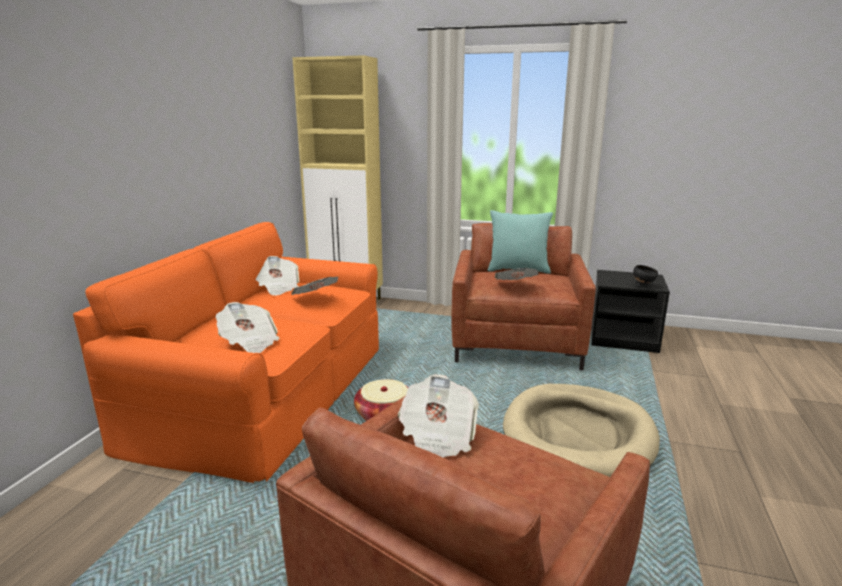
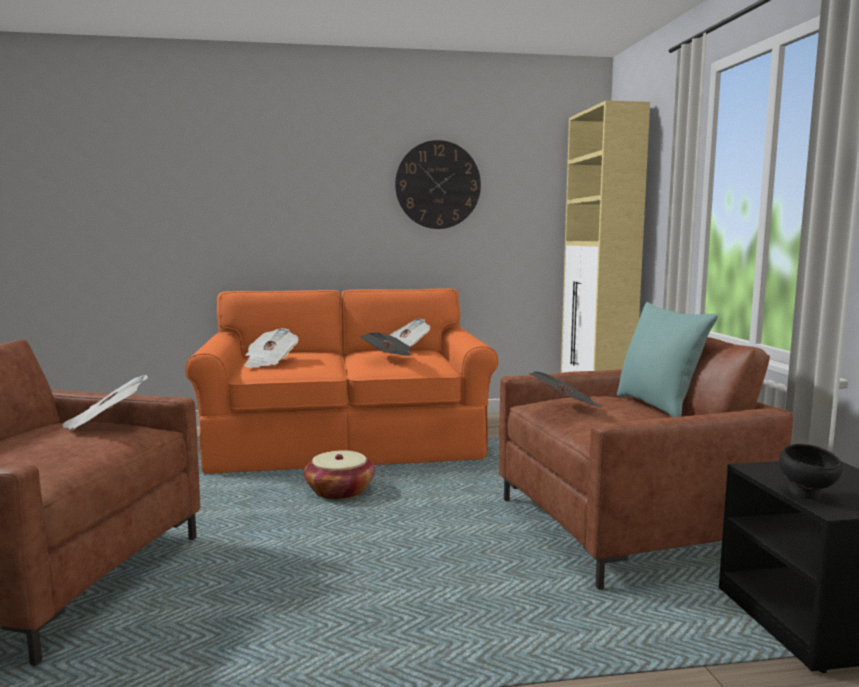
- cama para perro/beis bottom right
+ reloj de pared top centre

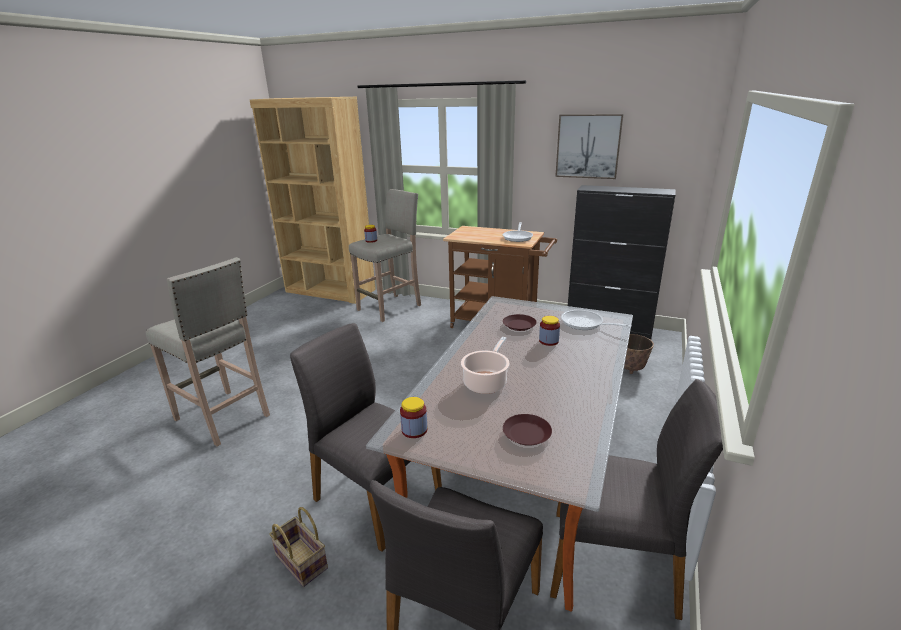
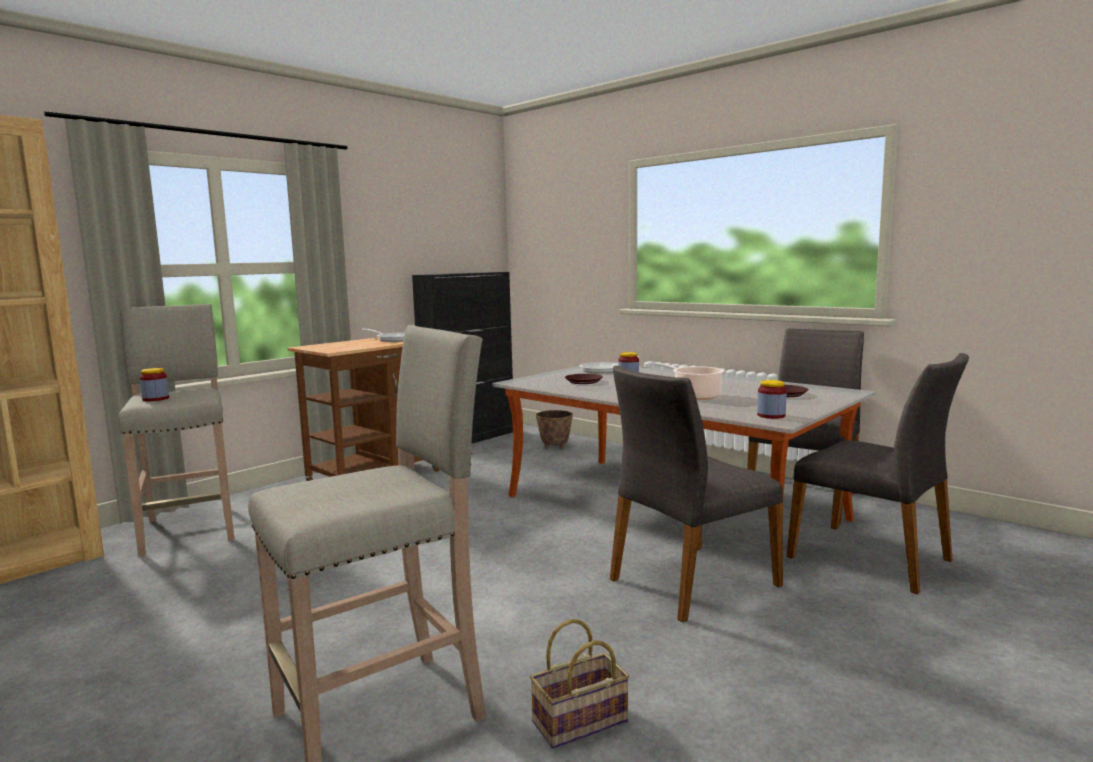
- cuadro top centre
~ cesta bottom left to bottom centre

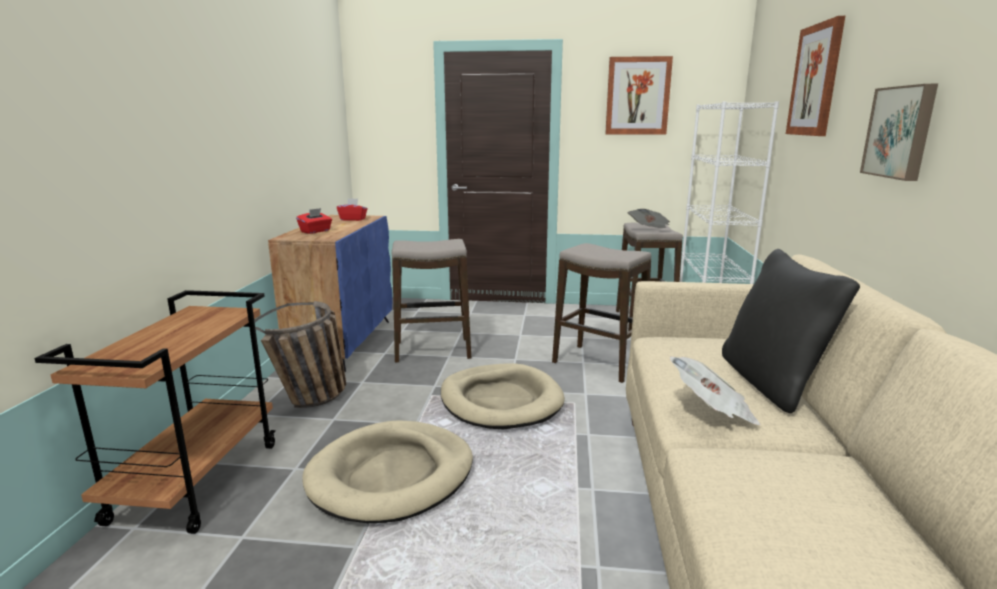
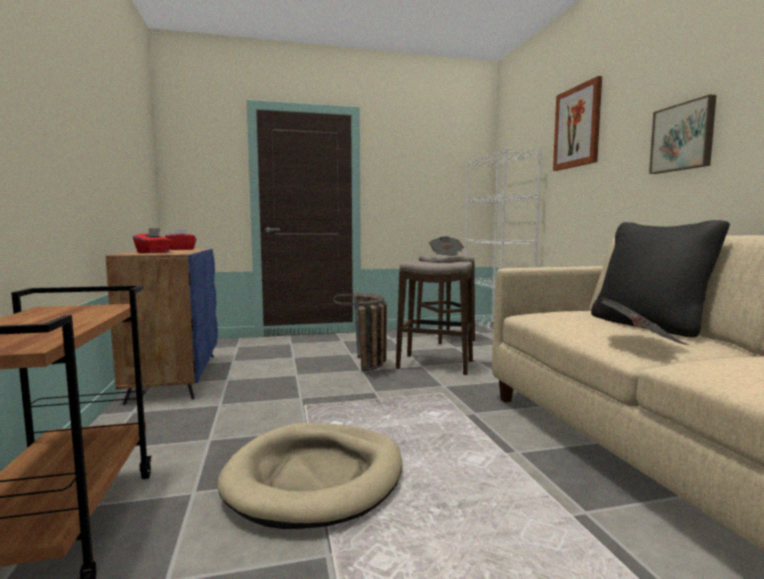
- cuadro (no. 1 from left) top centre
- taburete (no. 1 from left) centre
~ cesta middle left to centre
- cama para perro/beis (no. 2 from left) bottom centre

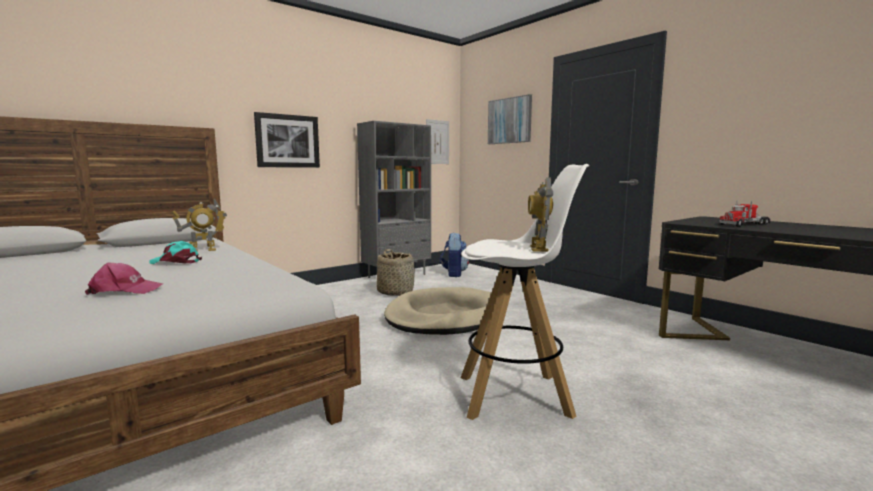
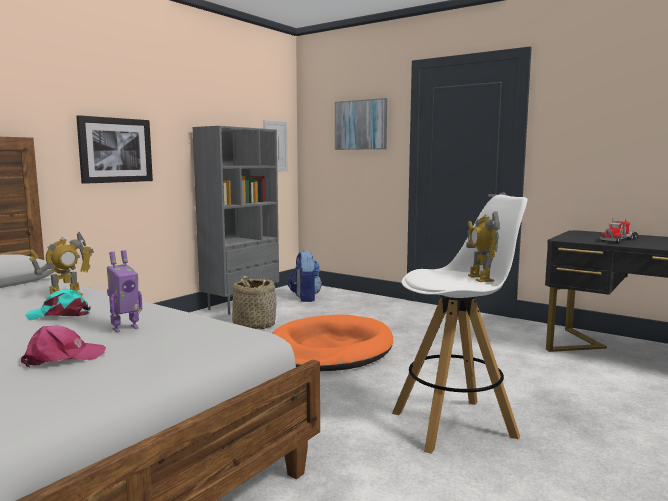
~ cama para perro/beis centre to cama para perro/naranja bottom centre
+ robot de juguete (no. 2 from left) middle left

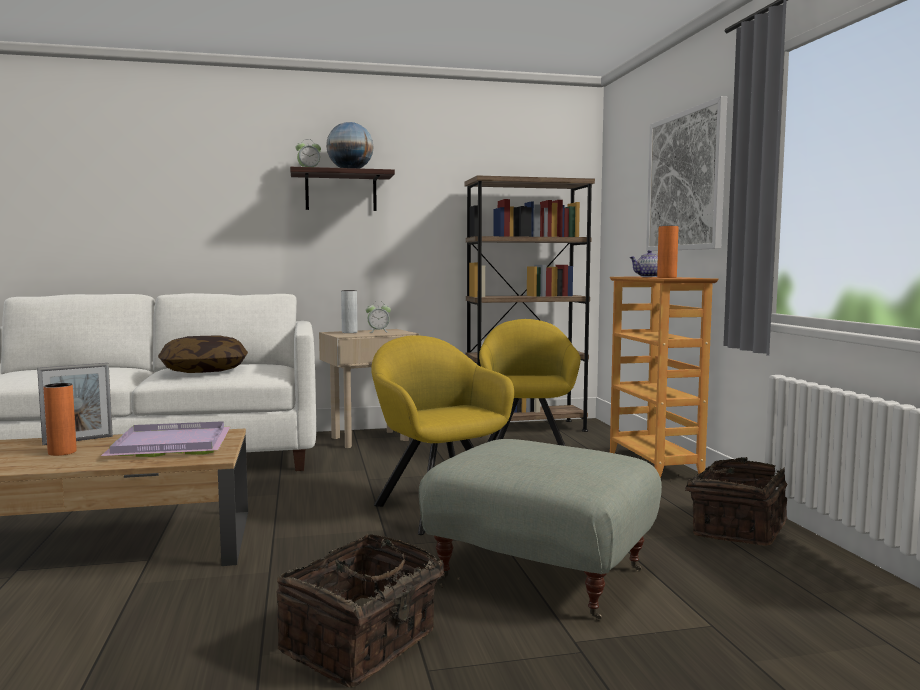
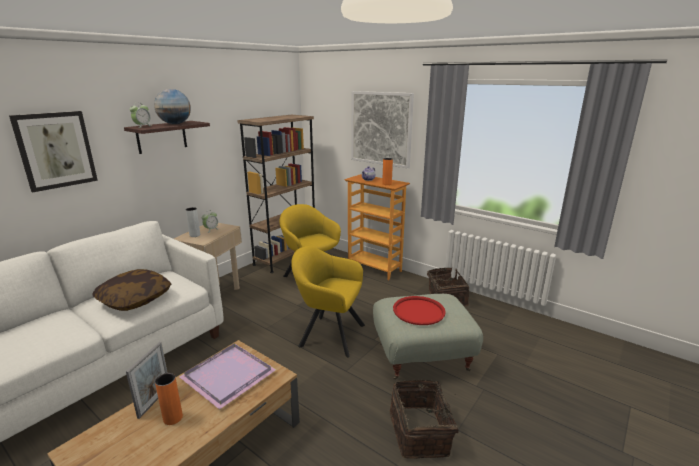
+ cuadro (no. 1 from left) top left
+ bandeja/rojo centre

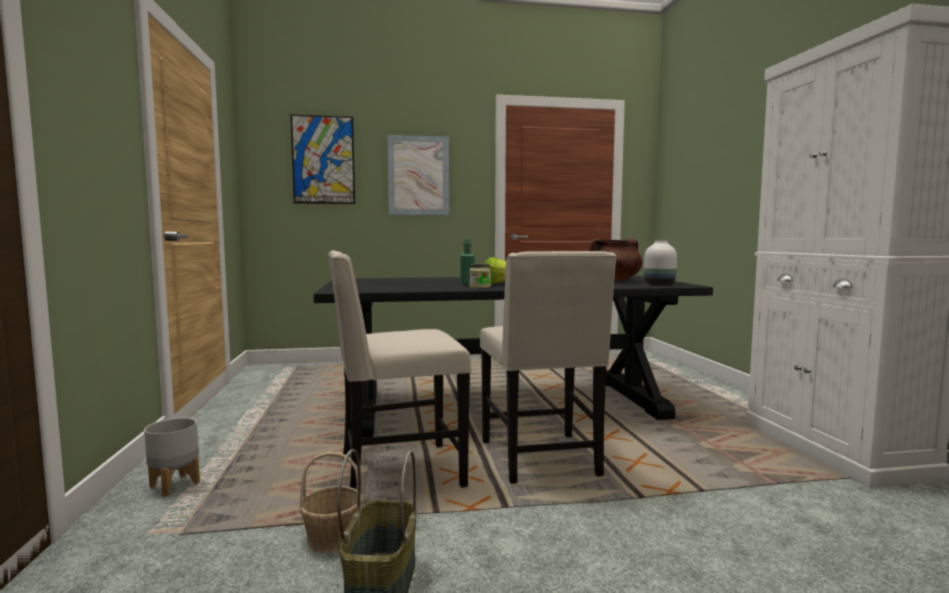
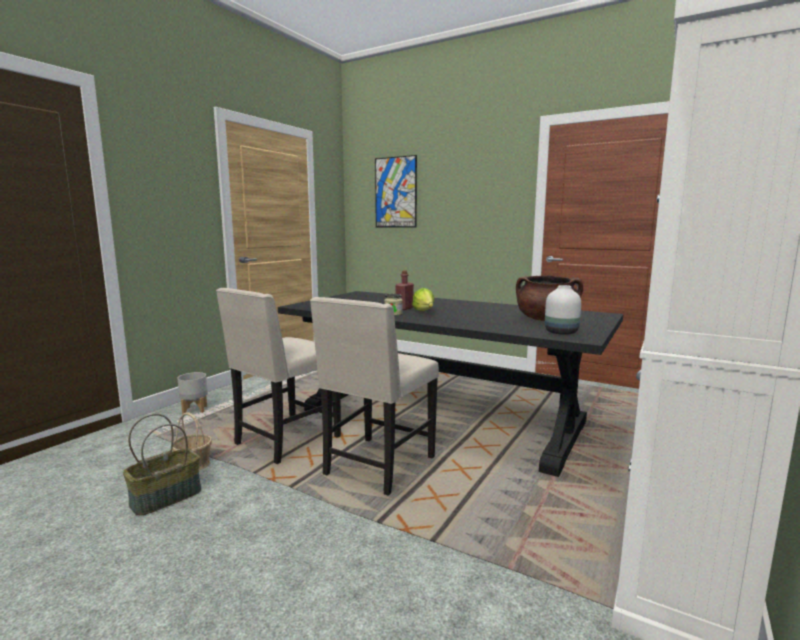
- cuadro (no. 2 from left) top centre
~ botella/verde centre to botella/rojo centre
~ silla/beis (no. 1 from left) centre = centre 75 degrees counterclockwise

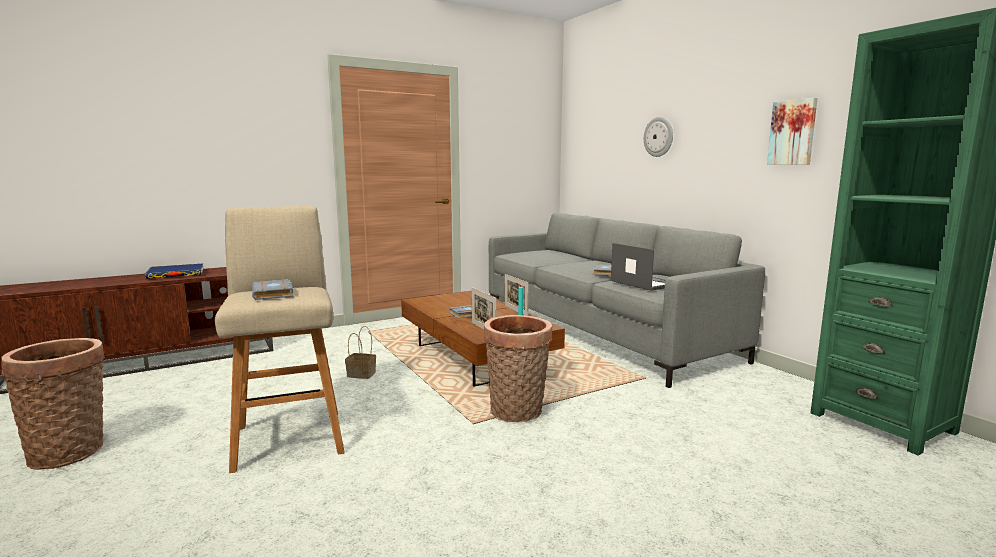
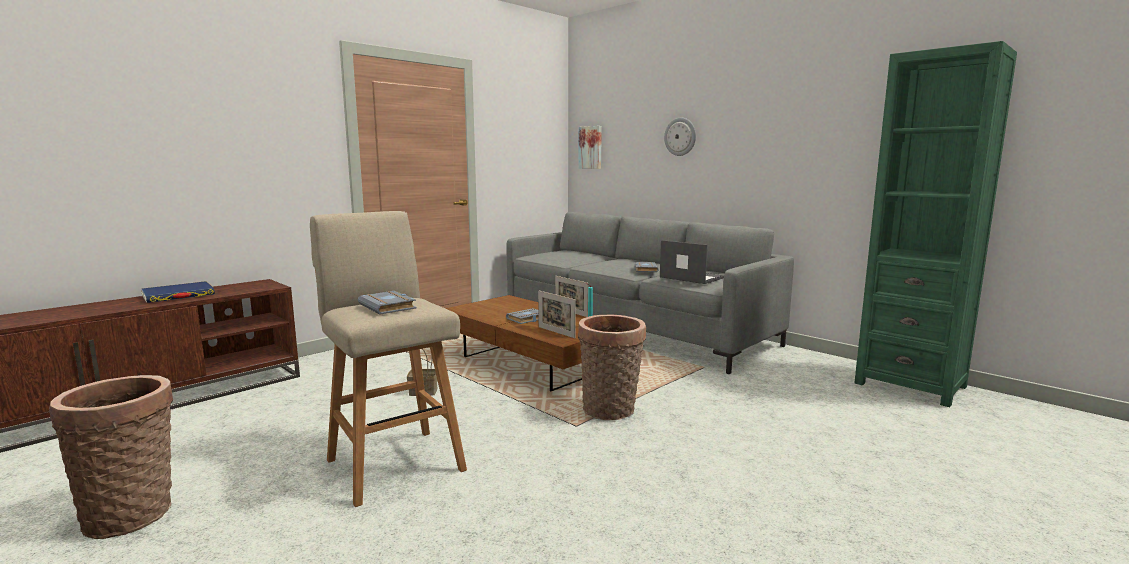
~ cuadro top right to top centre

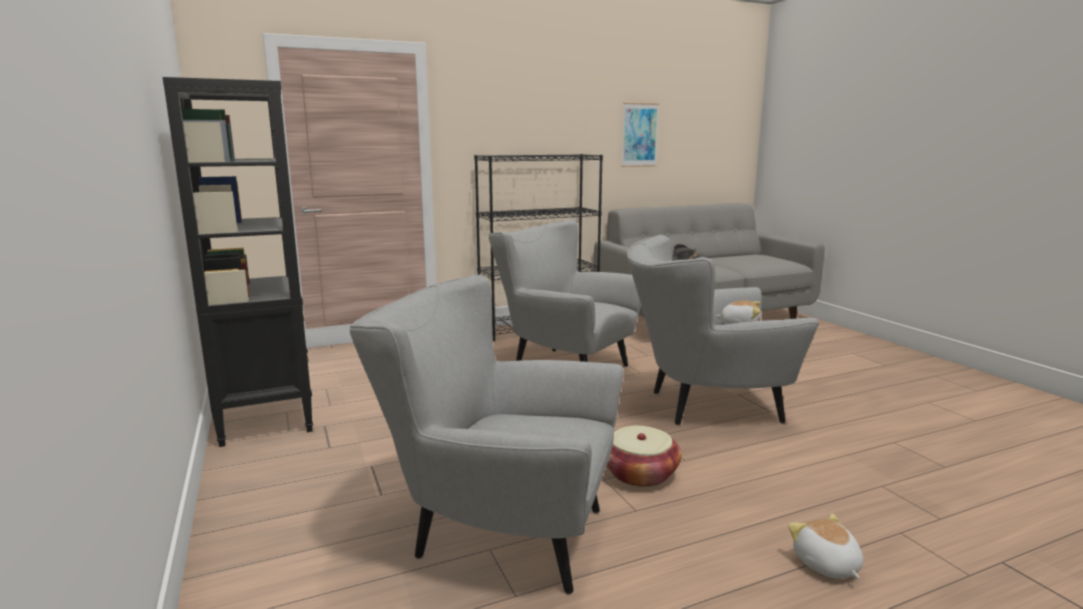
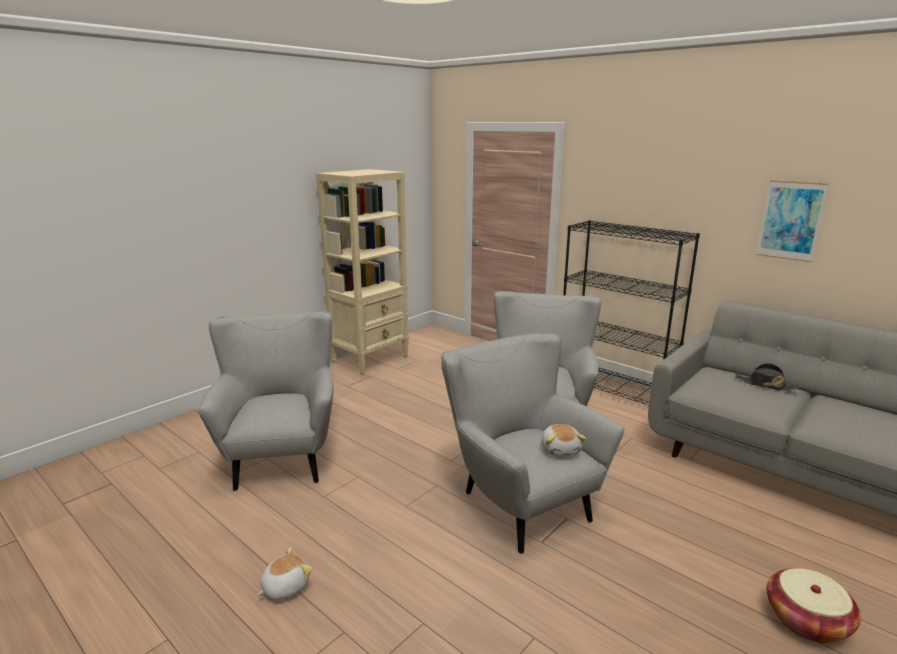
~ estantería/negro (no. 1 from left) middle left to estantería/beis centre
~ cesta bottom centre to bottom right

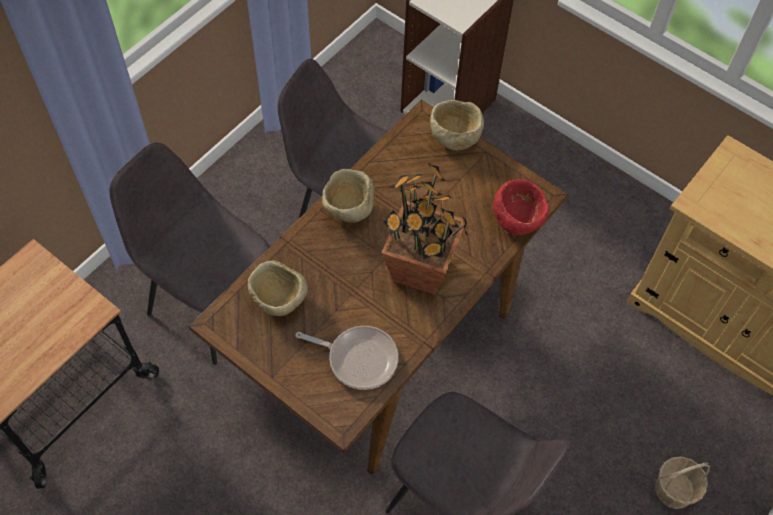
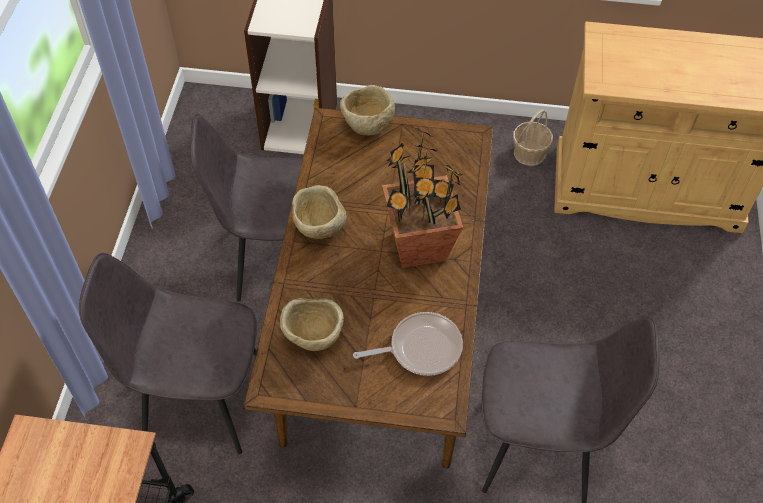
- cuenco/rojo middle right
~ cesta bottom right to top right

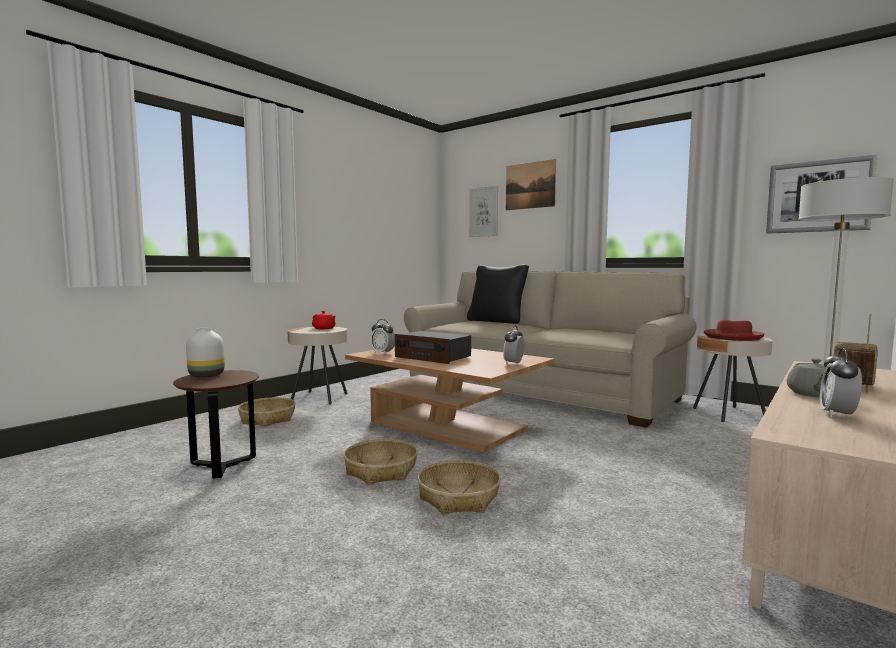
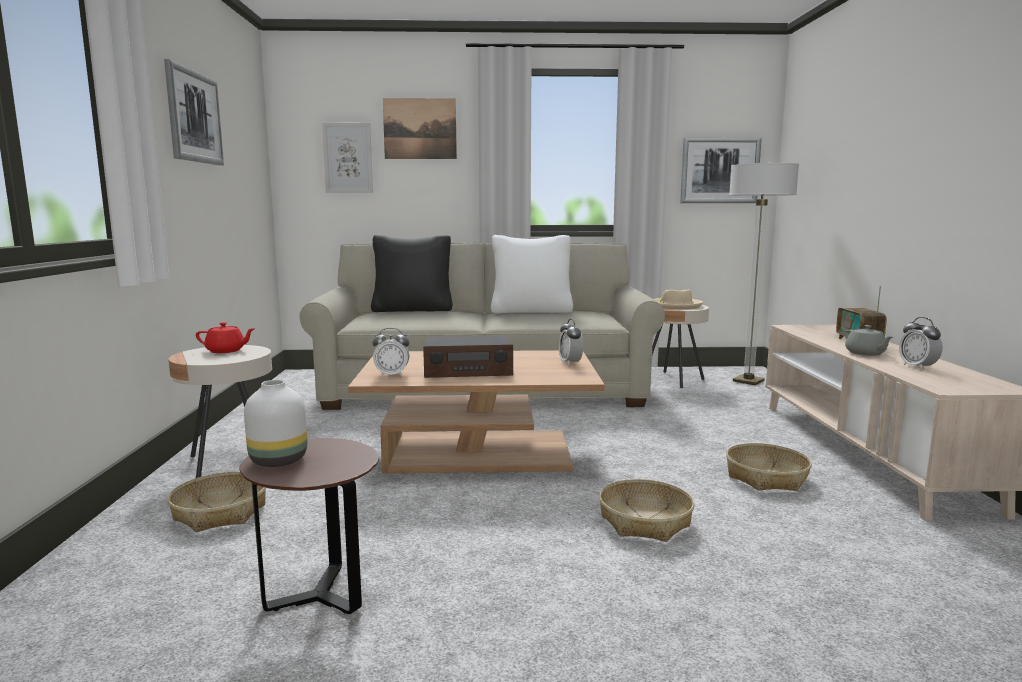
~ sombrero/rojo middle right to sombrero/beis centre
~ cesta (no. 2 from left in the first image) bottom centre to cesta (no. 3 from left) bottom right
+ cuadro (no. 1 from left) top left
+ cojín/blanco centre

